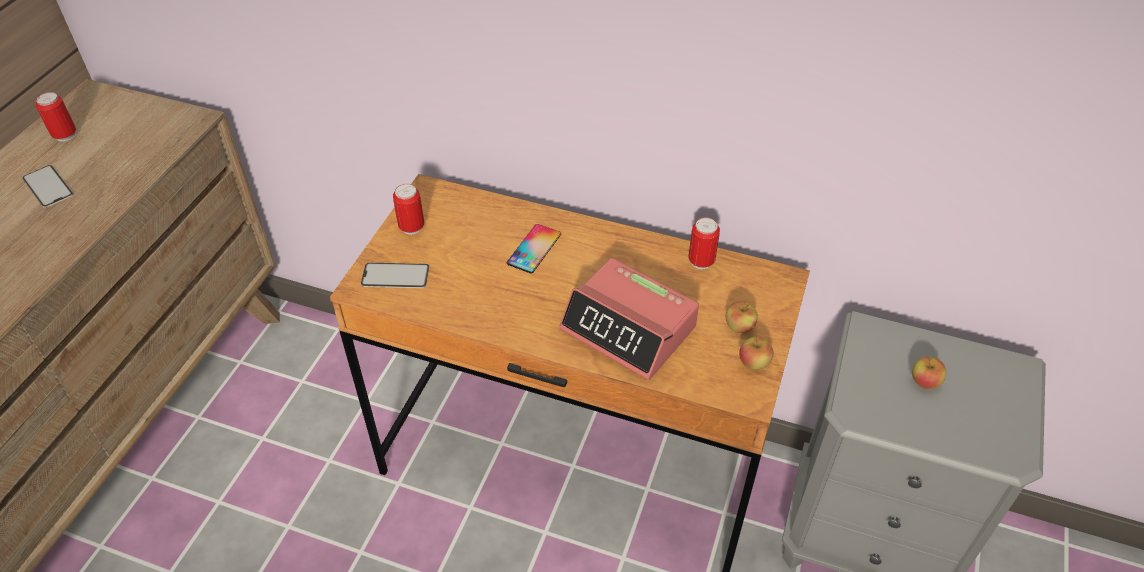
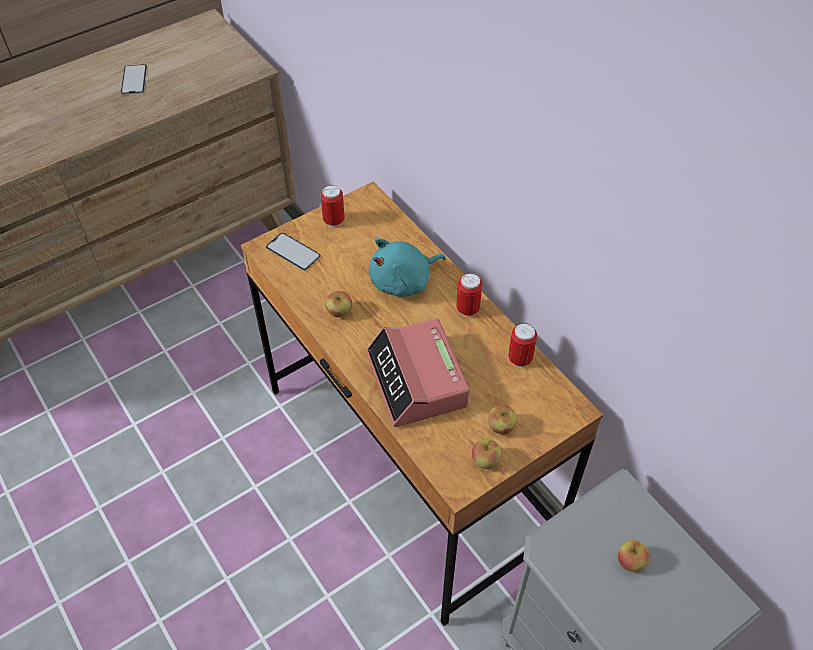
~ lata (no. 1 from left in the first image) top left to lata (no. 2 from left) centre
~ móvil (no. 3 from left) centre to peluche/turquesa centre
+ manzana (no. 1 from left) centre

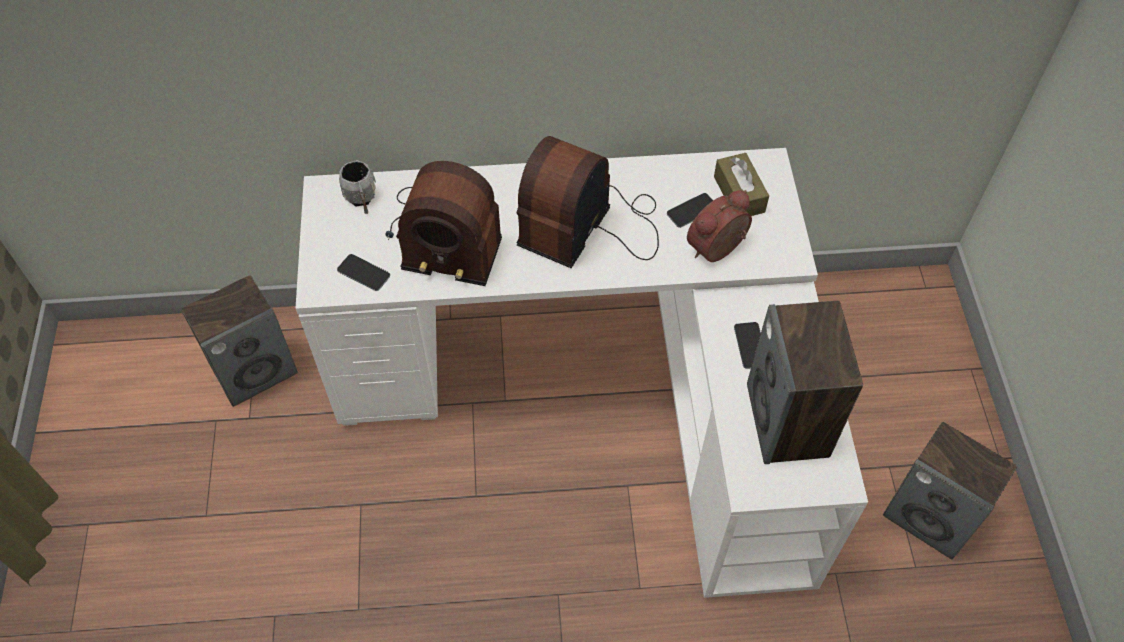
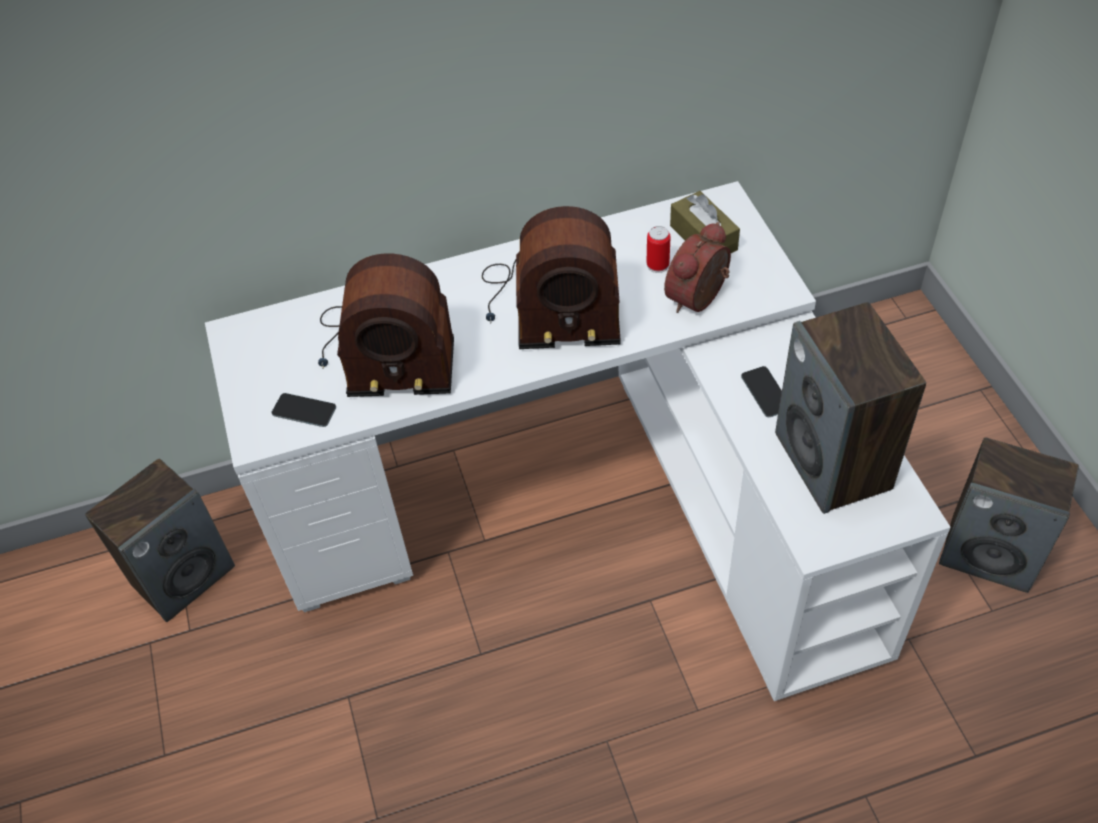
~ radio (no. 2 from left) top centre = centre 105 degrees counterclockwise
- taza grande/gris top left
~ móvil (no. 2 from left) top centre to lata top centre

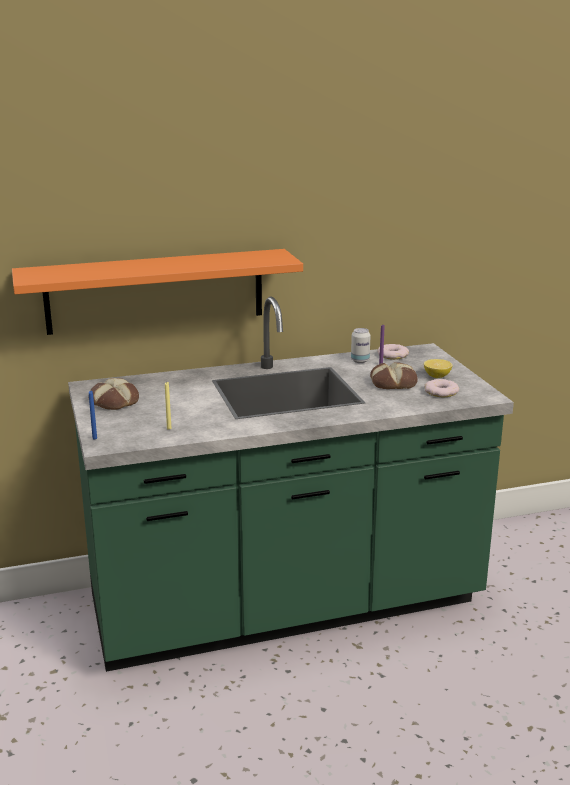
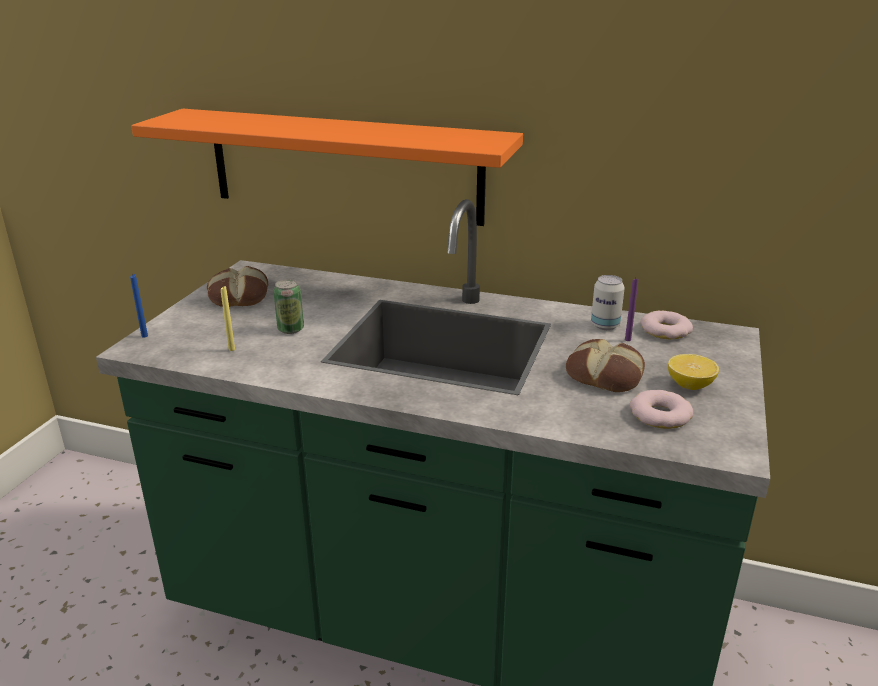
+ lata (no. 1 from left) middle left

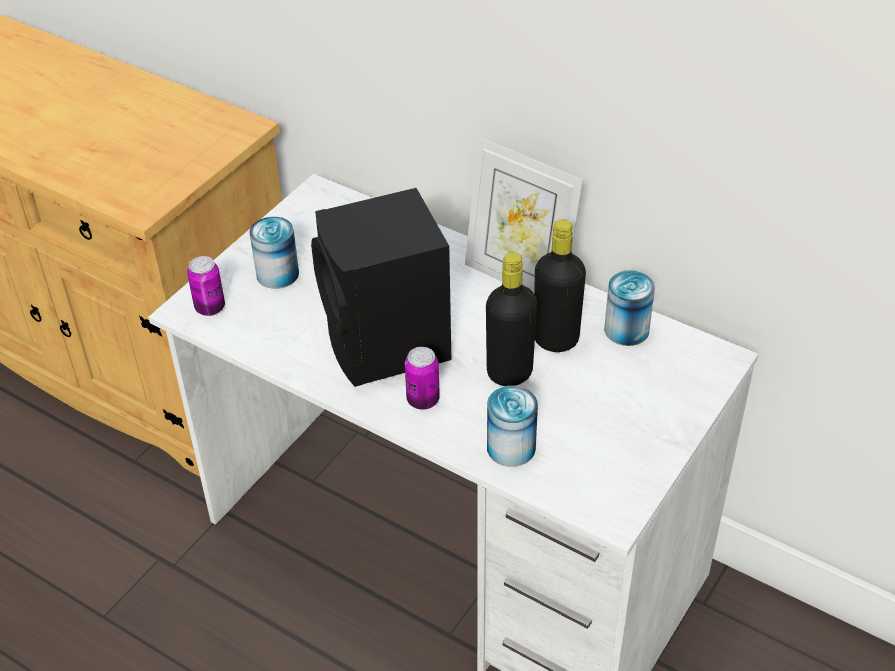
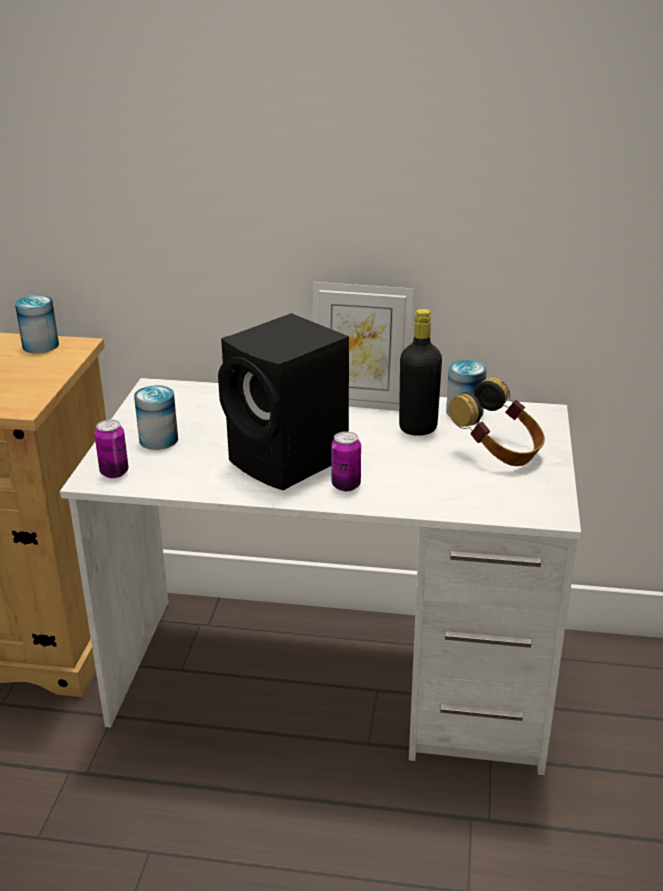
- botella/negro (no. 1 from left) centre
~ lata (no. 4 from left in the first image) centre to lata (no. 1 from left) middle left
+ auriculares middle right

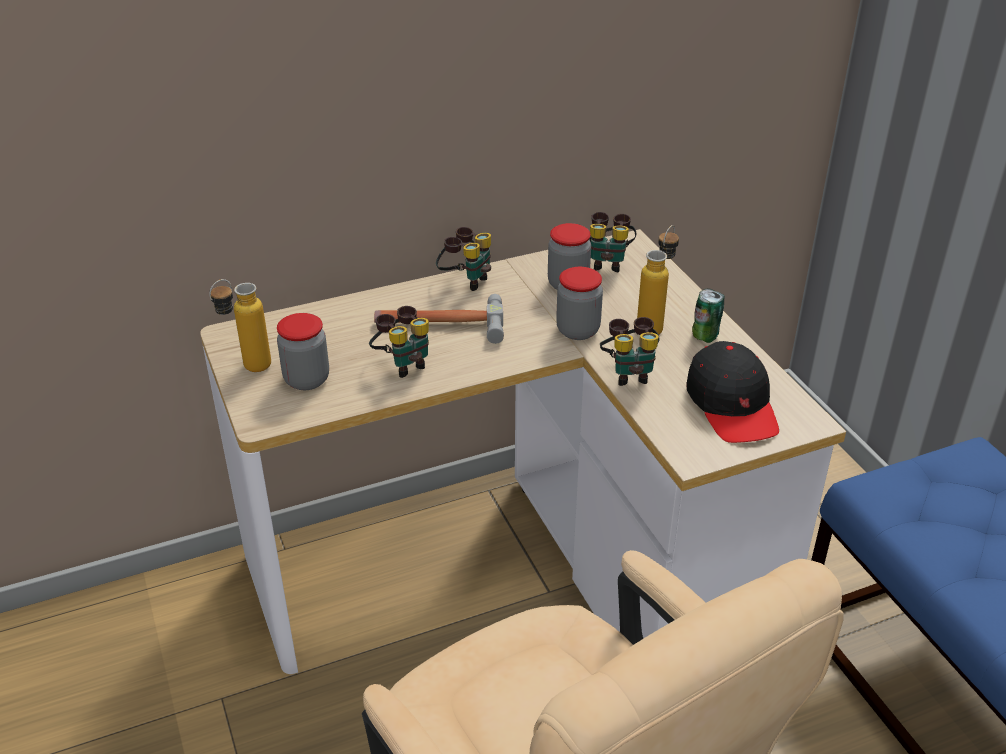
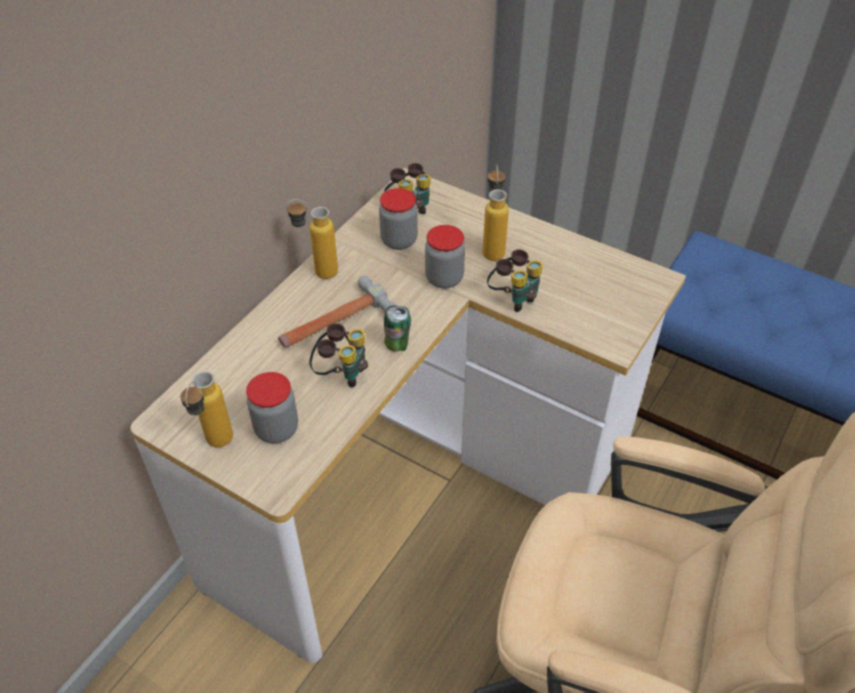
~ prismáticos (no. 2 from left) centre to botella (no. 2 from left) centre
~ lata middle right to centre
- gorra/negro middle right

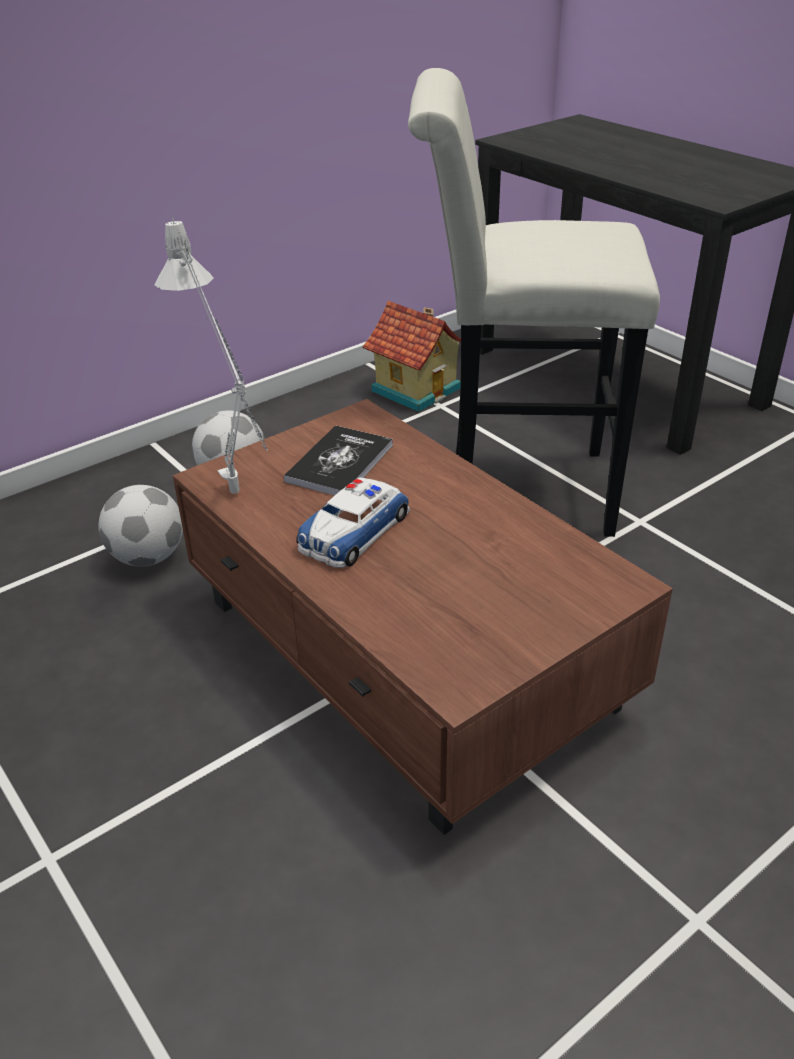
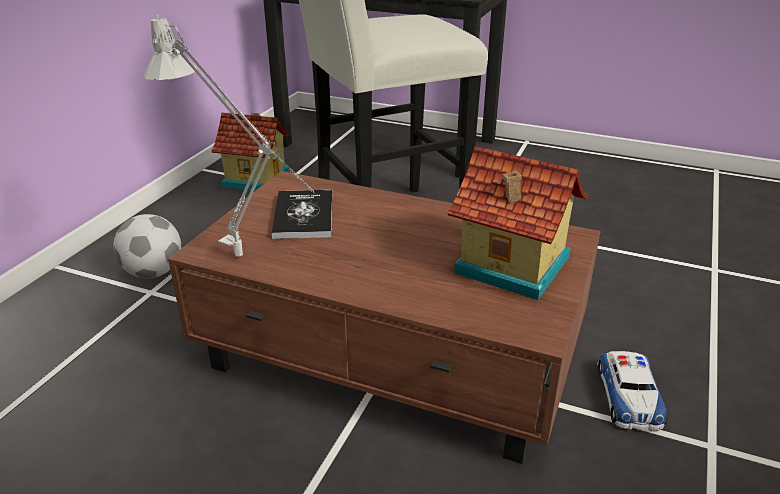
~ coche de juguete centre to bottom right
- balón de fútbol (no. 1 from left) middle left
+ casita (no. 2 from left) centre

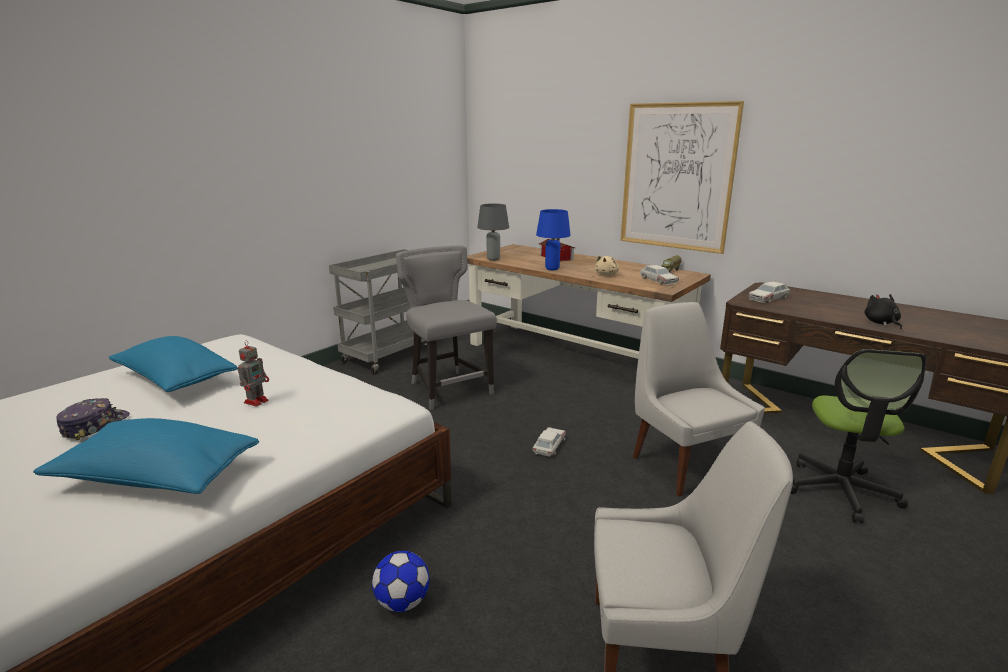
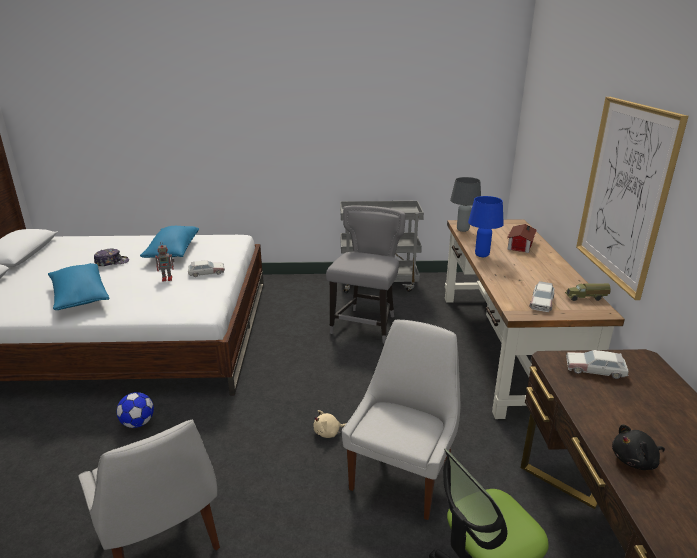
~ peluche/beis centre to bottom centre
~ peluche/negro middle right = bottom right 150 degrees counterclockwise
~ coche de juguete (no. 1 from left) centre to middle left

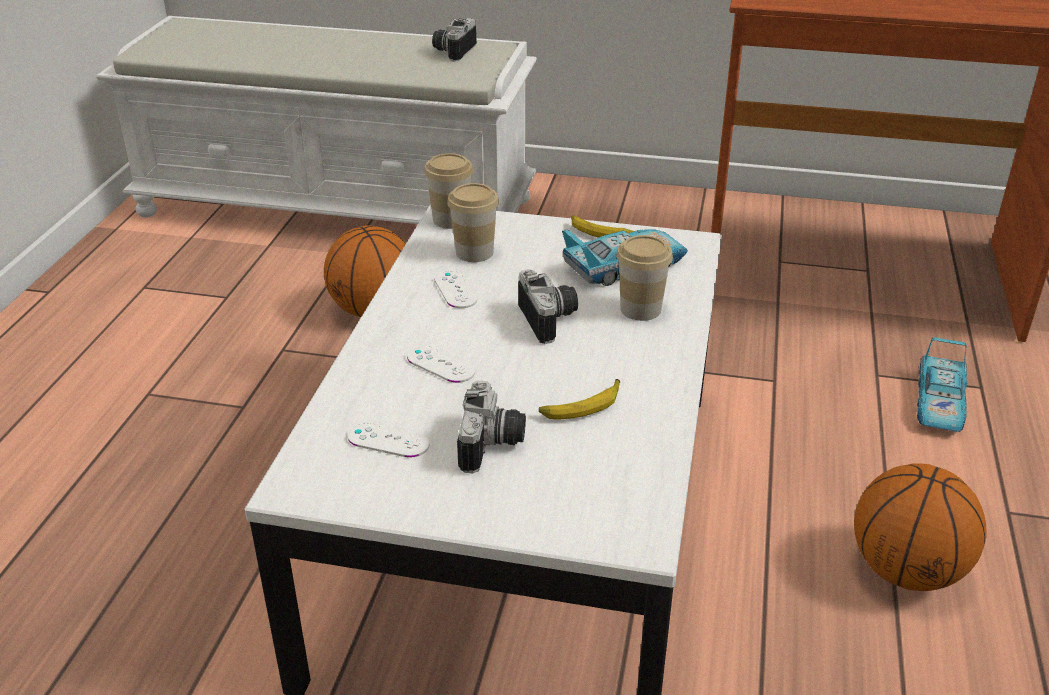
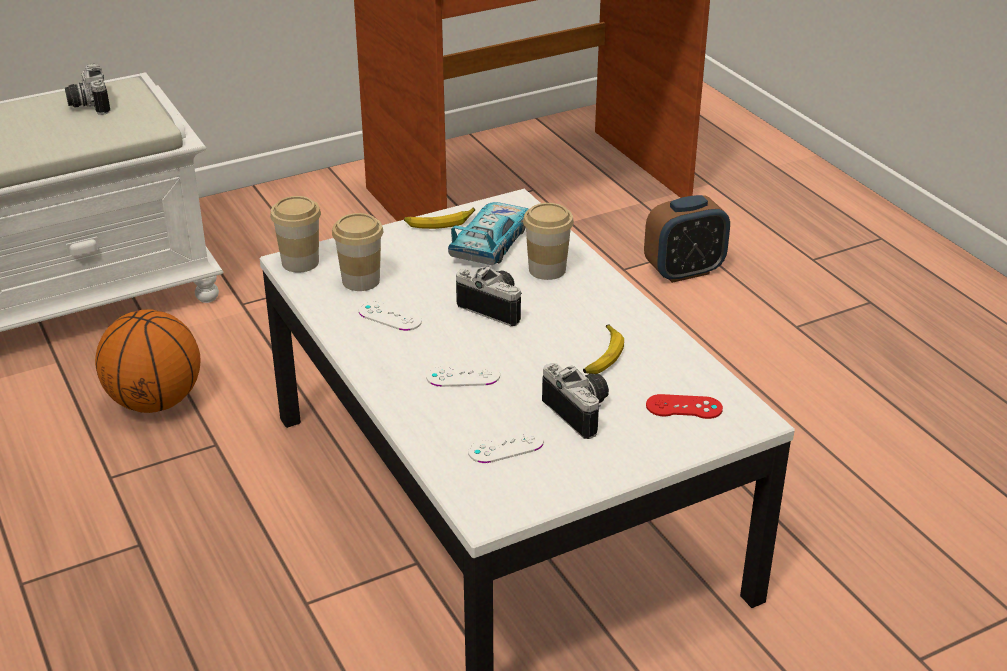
~ coche de juguete (no. 2 from left) middle right to despertador middle right
- balón de baloncesto (no. 2 from left) bottom right
+ mando de consola/rojo middle right

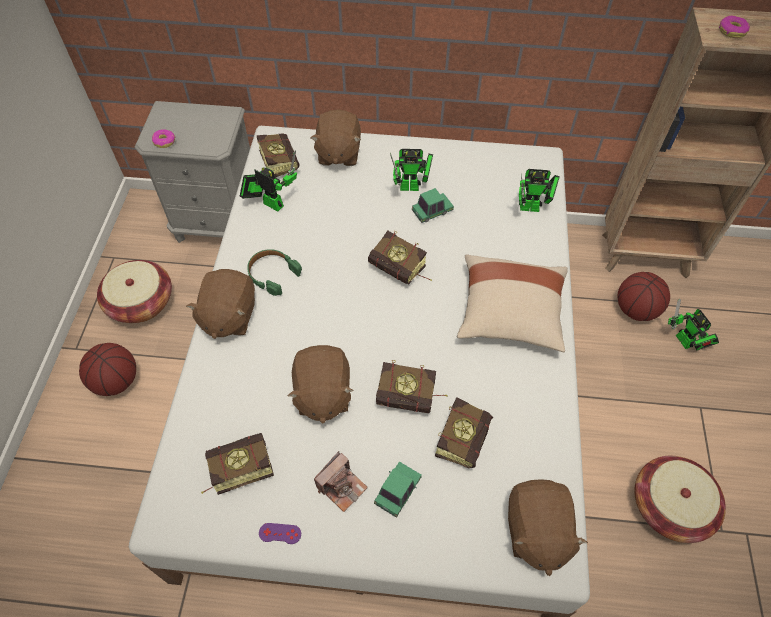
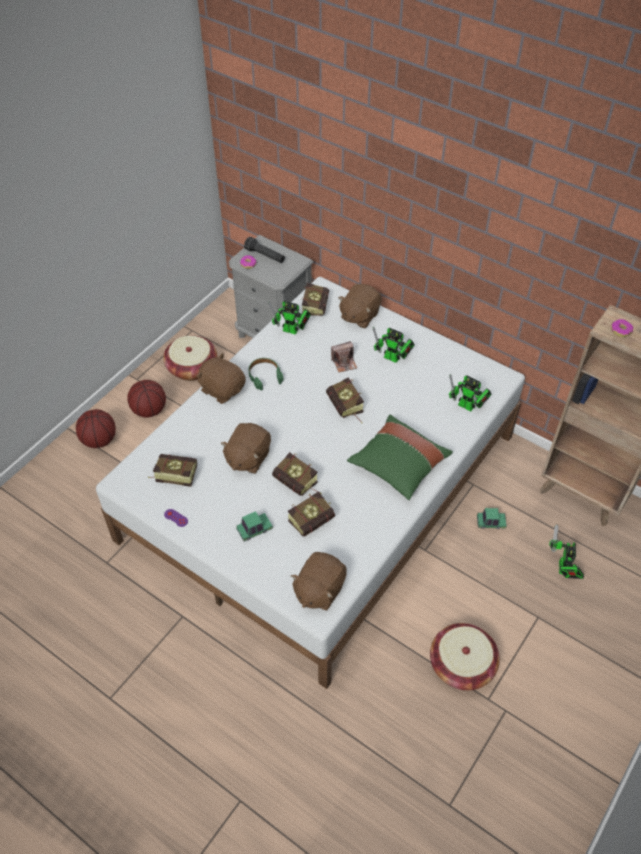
~ robot de juguete (no. 1 from left) top centre = centre 135 degrees clockwise
~ coche de juguete (no. 2 from left) top centre to middle right
~ cojín/beis centre to cojín/verde centre
~ peluche/marrón (no. 1 from left) middle left = centre 90 degrees clockwise
~ balón de baloncesto (no. 2 from left in the first image) middle right to balón de baloncesto (no. 1 from left) middle left
~ cámara bottom centre to centre
+ linterna/negro top centre

